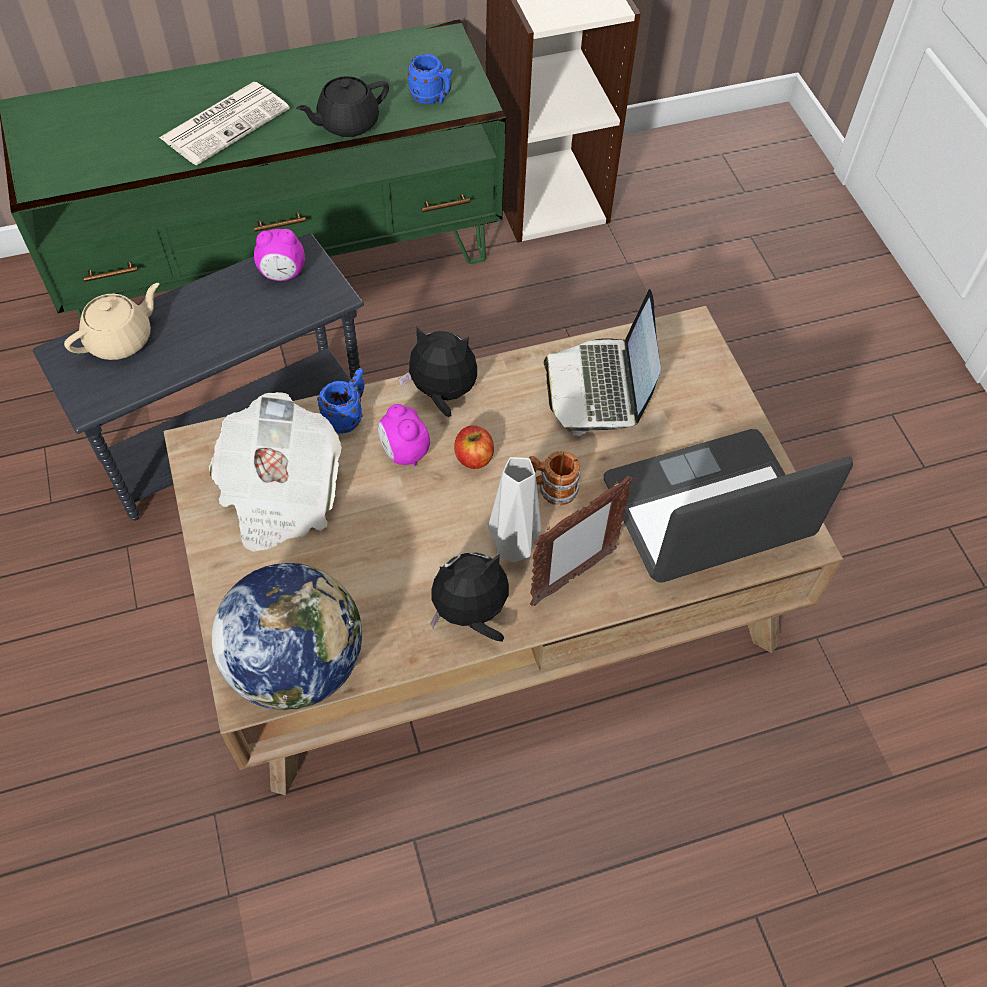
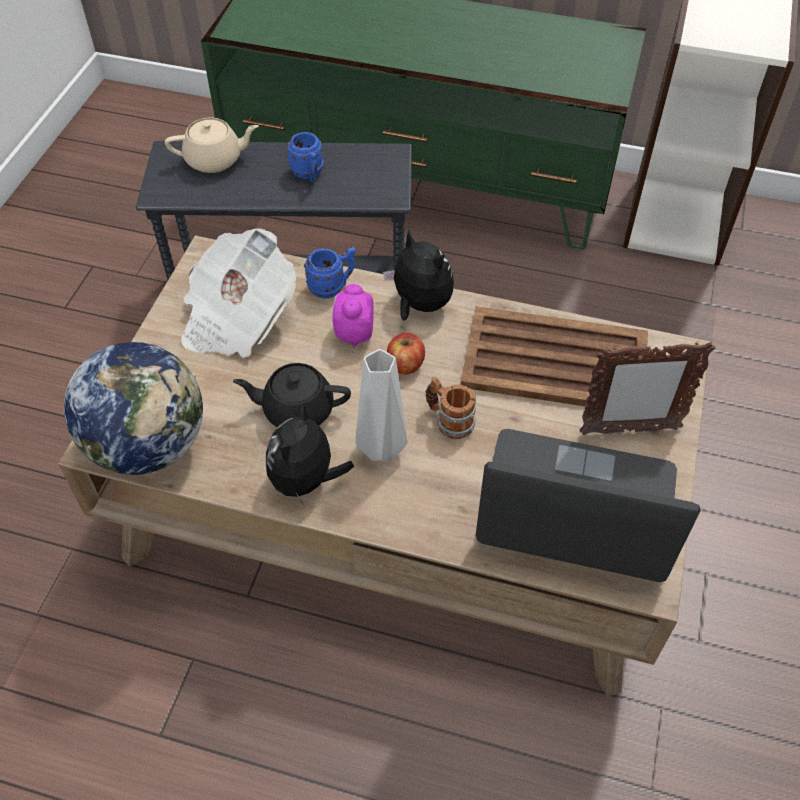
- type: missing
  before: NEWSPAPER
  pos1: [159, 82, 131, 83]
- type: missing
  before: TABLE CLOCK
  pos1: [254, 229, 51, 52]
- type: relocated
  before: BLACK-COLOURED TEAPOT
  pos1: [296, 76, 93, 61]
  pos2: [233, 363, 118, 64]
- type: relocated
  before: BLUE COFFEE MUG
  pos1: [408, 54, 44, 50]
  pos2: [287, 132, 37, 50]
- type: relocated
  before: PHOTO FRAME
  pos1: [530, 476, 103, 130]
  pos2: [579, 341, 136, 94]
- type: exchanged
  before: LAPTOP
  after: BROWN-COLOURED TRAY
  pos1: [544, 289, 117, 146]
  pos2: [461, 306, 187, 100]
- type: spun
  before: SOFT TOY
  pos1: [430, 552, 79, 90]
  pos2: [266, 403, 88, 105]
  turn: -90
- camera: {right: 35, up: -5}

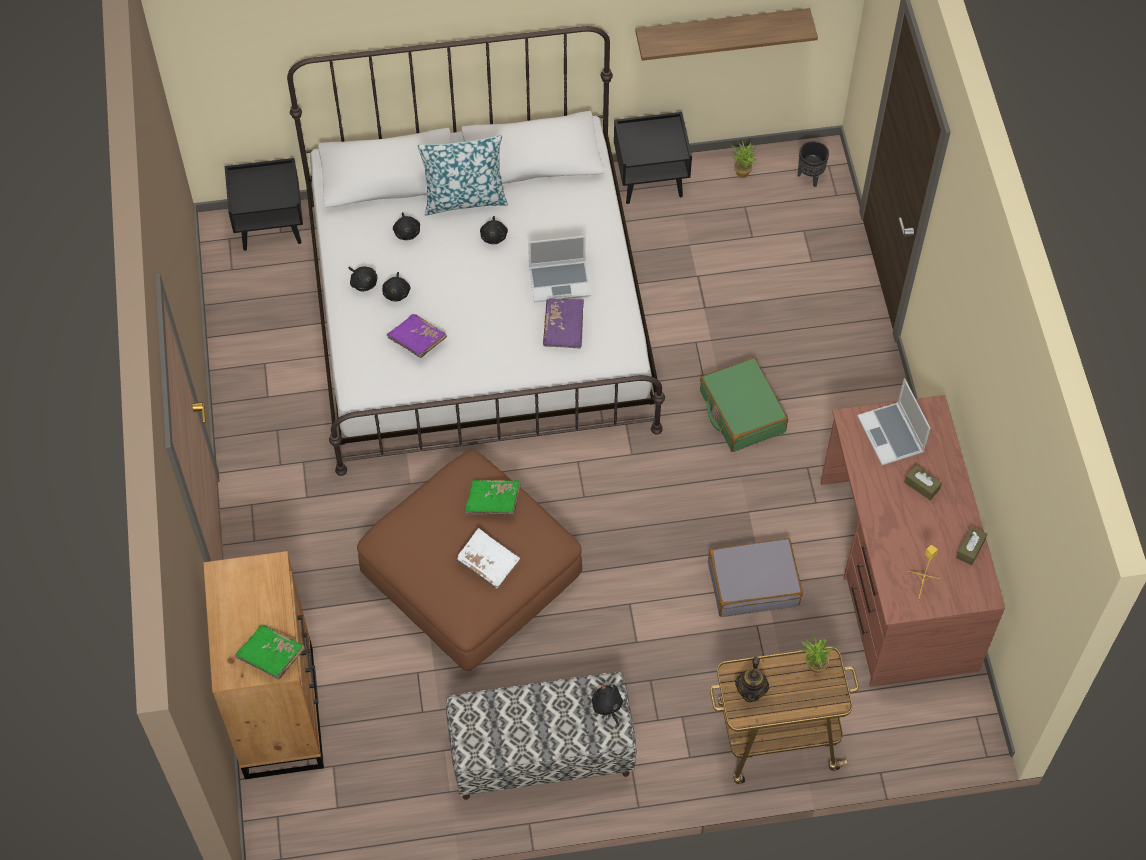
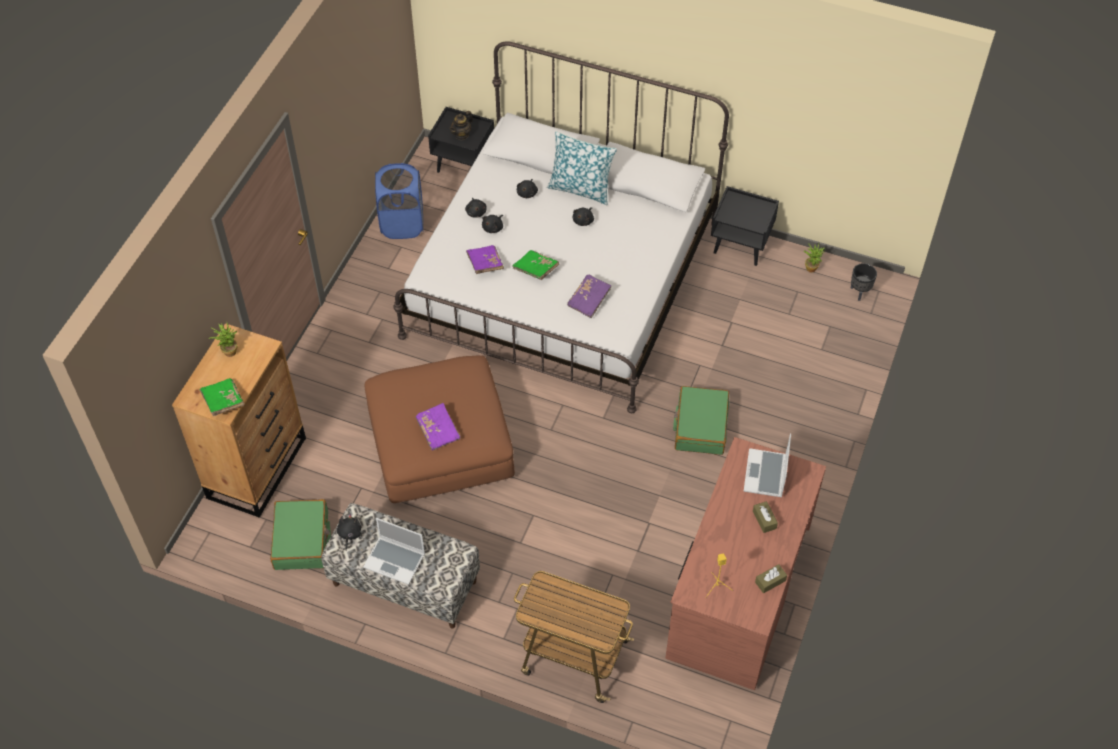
- type: missing
  before: WALL SHELF
  pos1: [635, 8, 183, 53]
- type: missing
  before: GREYISH SUITCASE
  pos1: [708, 538, 95, 79]
- type: appeared
  after: GREENISH SUITCASE
  pos2: [270, 499, 61, 71]
- type: appeared
  after: BLUE WASHING BASKET
  pos2: [375, 163, 48, 76]
- type: relocated
  before: GREENISH BOOK
  pos1: [465, 480, 56, 35]
  pos2: [512, 250, 47, 30]
- type: relocated
  before: LAPTOP
  pos1: [528, 236, 63, 66]
  pos2: [363, 518, 62, 67]
- type: relocated
  before: BLACK-COLOURED SOFT TOY
  pos1: [592, 683, 31, 44]
  pos2: [336, 514, 25, 36]
- type: relocated
  before: TEAPOT
  pos1: [735, 657, 34, 45]
  pos2: [449, 111, 24, 29]
- type: relocated
  before: HOUSEPLANT
  pos1: [798, 635, 36, 38]
  pos2: [209, 323, 28, 34]
- type: colour
  before: WHITE-COLOURED BOOK
  after: PURPLE BOOK
  pos1: [456, 528, 64, 61]
  pos2: [415, 403, 46, 47]
- camera: {right: 30, up: -5}

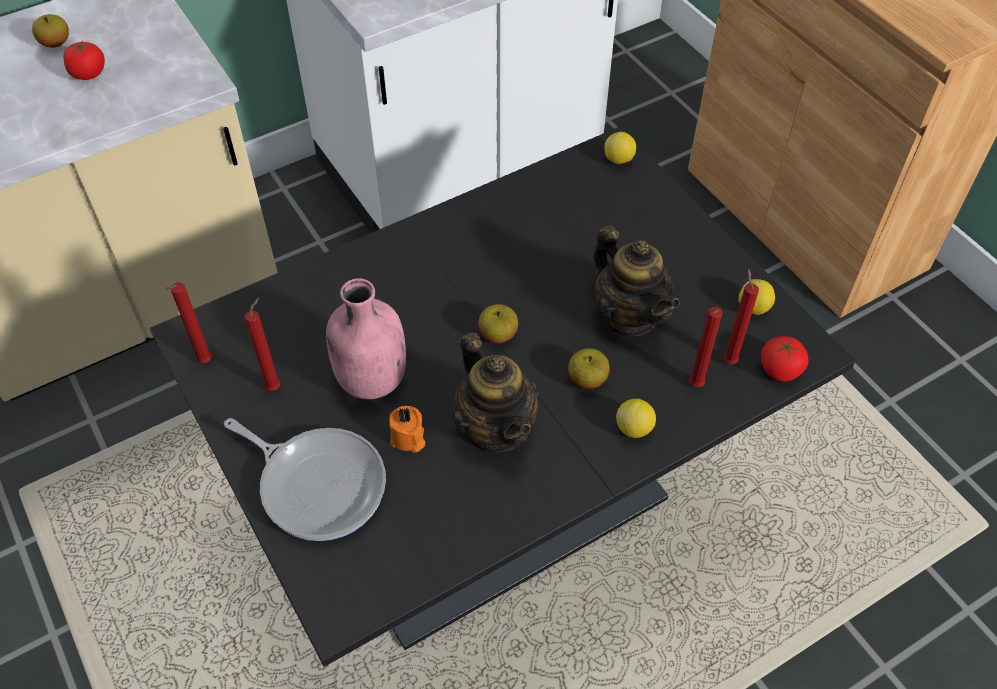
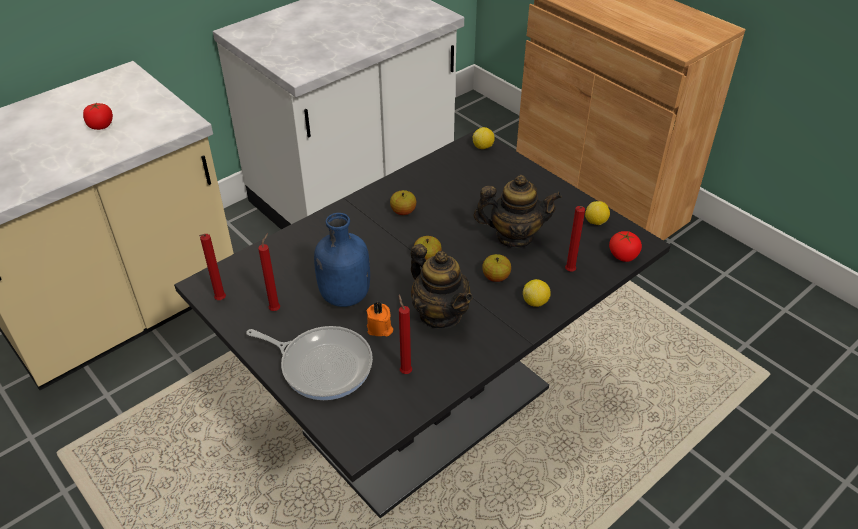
- type: relocated
  before: APPLE FRUIT
  pos1: [32, 14, 37, 34]
  pos2: [390, 190, 26, 25]
- type: relocated
  before: RED-COLOURED WAX CANDLE
  pos1: [723, 269, 36, 95]
  pos2: [399, 295, 13, 79]
- type: colour
  before: PINK DRINK BOTTLE
  after: BLUE DRINK BOTTLE
  pos1: [326, 278, 80, 121]
  pos2: [314, 213, 56, 94]
- type: spun
  before: TEAPOT
  pos1: [593, 225, 87, 111]
  pos2: [474, 175, 88, 73]
  turn: -45
- camera: {right: -10, up: -10}

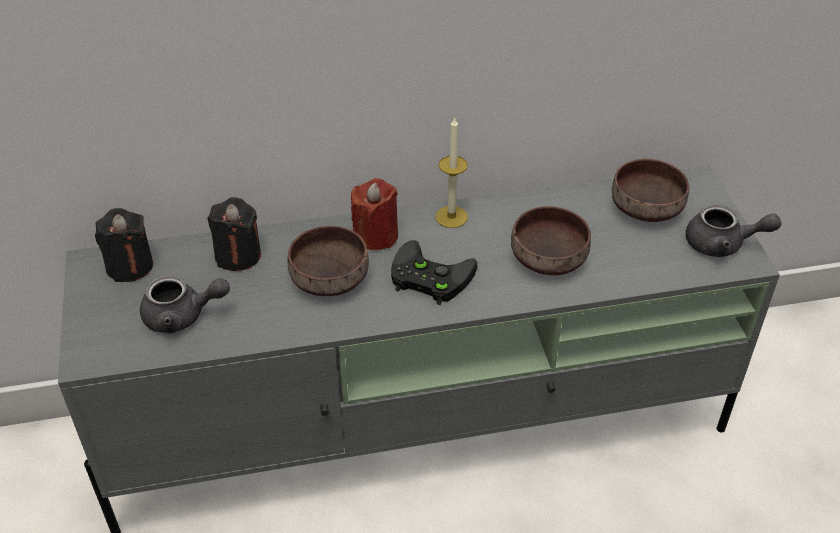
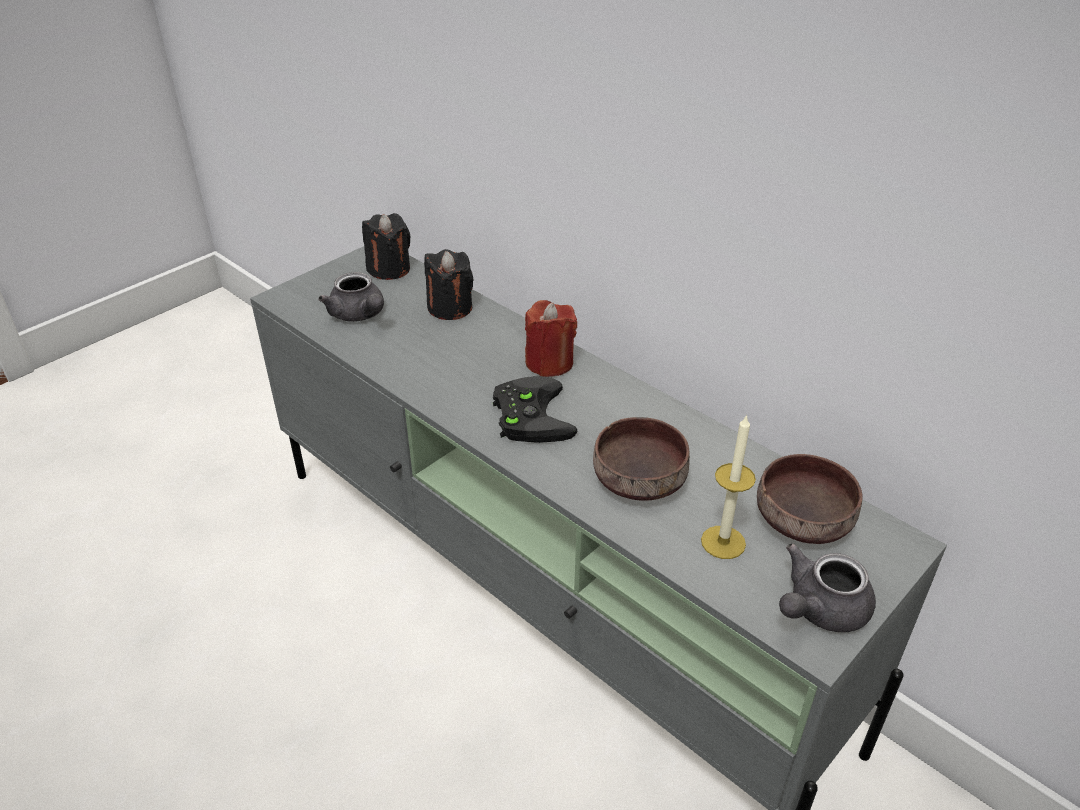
- type: missing
  before: BROWN-COLOURED BOWL
  pos1: [288, 226, 81, 70]
- type: relocated
  before: WAX CANDLE
  pos1: [435, 116, 33, 112]
  pos2: [701, 414, 55, 145]
- type: spun
  before: GREYISH TEAPOT
  pos1: [686, 204, 96, 53]
  pos2: [779, 544, 97, 88]
  turn: 75
- camera: {right: 55, up: -5}

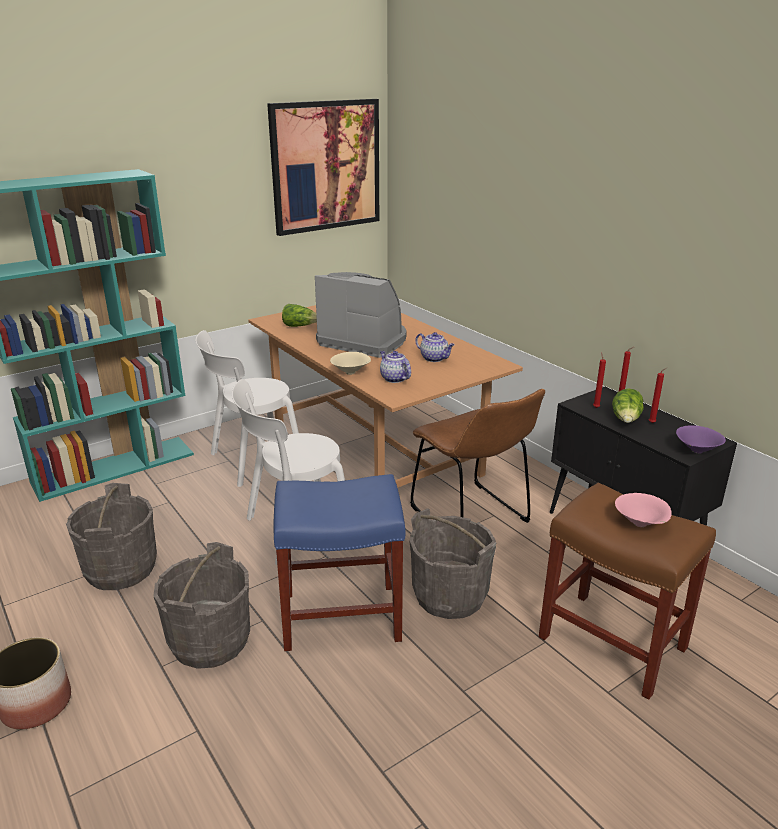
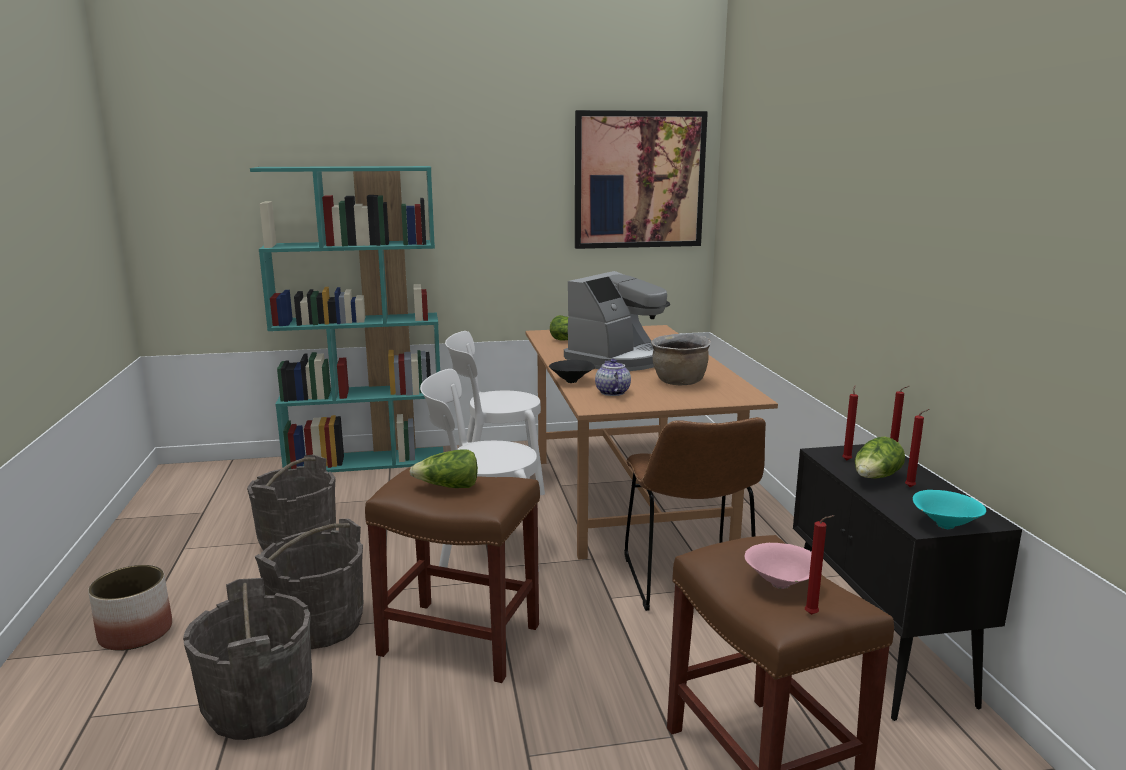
- type: appeared
  after: LETTUCE
  pos2: [409, 449, 69, 39]
- type: appeared
  after: RED-COLOURED WAX CANDLE
  pos2: [805, 515, 29, 100]
- type: relocated
  before: GREYISH WATER BUCKET
  pos1: [409, 508, 87, 111]
  pos2: [183, 578, 129, 162]
- type: exchanged
  before: TEAPOT
  after: BROWN-COLOURED STOCKPOT
  pos1: [415, 332, 39, 30]
  pos2: [651, 334, 60, 51]
- type: colour
  before: BLUE STOOL SEAT
  after: BROWN-COLOURED STOOL SEAT
  pos1: [274, 474, 132, 177]
  pos2: [365, 466, 175, 217]
- type: colour
  before: BEIGE-COLOURED BOWL
  after: BLACK-COLOURED BOWL
  pos1: [330, 352, 41, 23]
  pos2: [549, 360, 46, 23]
- type: colour
  before: PURPLE BOWL
  after: BLUE-GREEN BOWL
  pos1: [676, 425, 50, 29]
  pos2: [913, 490, 73, 39]
- type: spun
  before: COFFEE BREWER
  pos1: [315, 272, 92, 86]
  pos2: [564, 271, 106, 100]
  turn: 75
- camera: {right: 25, up: -10}

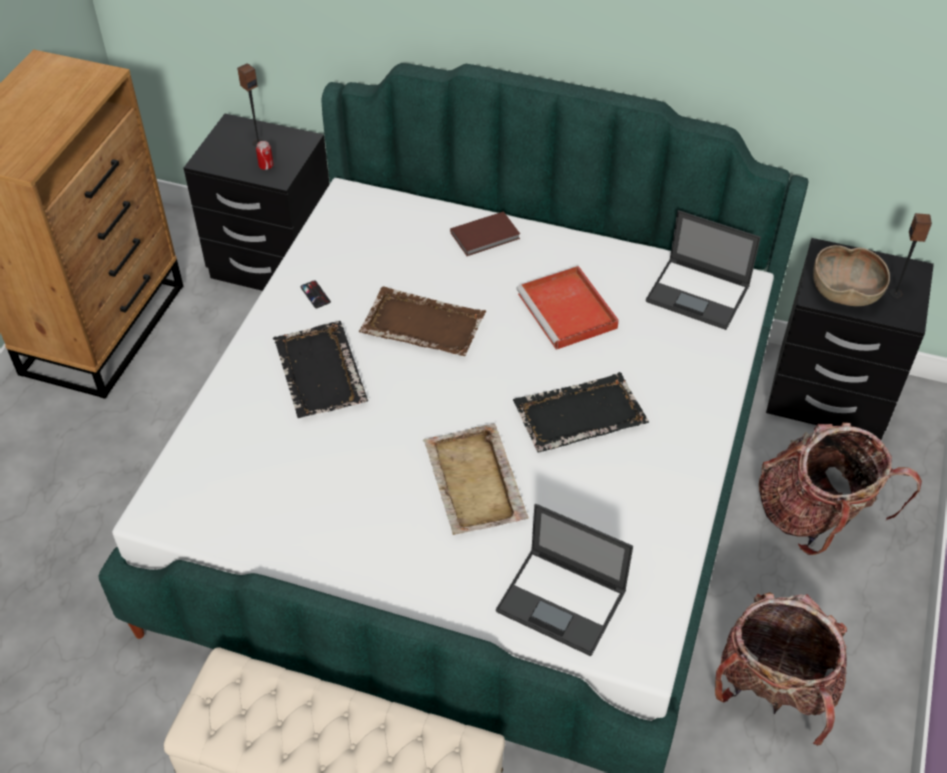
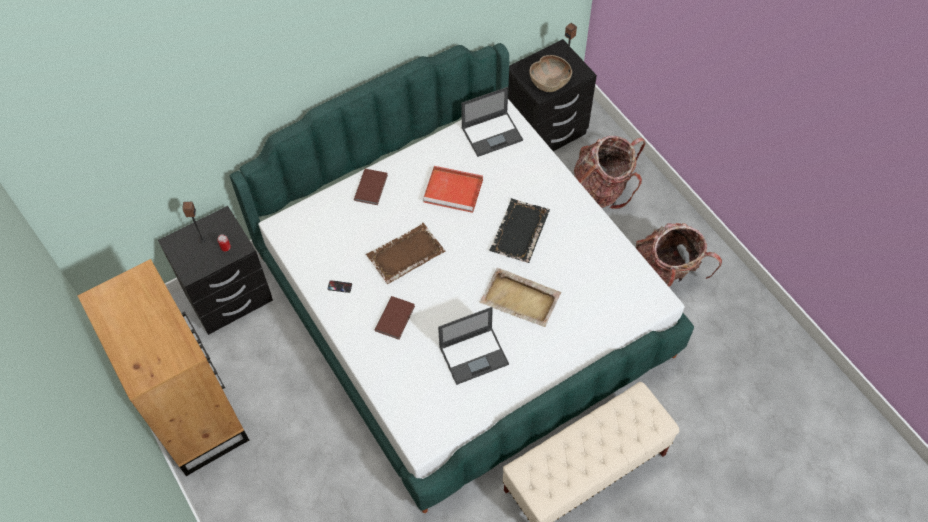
- type: relocated
  before: LAPTOP
  pos1: [496, 504, 137, 152]
  pos2: [438, 307, 71, 78]
- type: exchanged
  before: BLACK-COLOURED TRAY
  after: BROWN-COLOURED BOOK
  pos1: [273, 321, 95, 97]
  pos2: [375, 296, 40, 44]
- camera: {right: -50, up: 10}

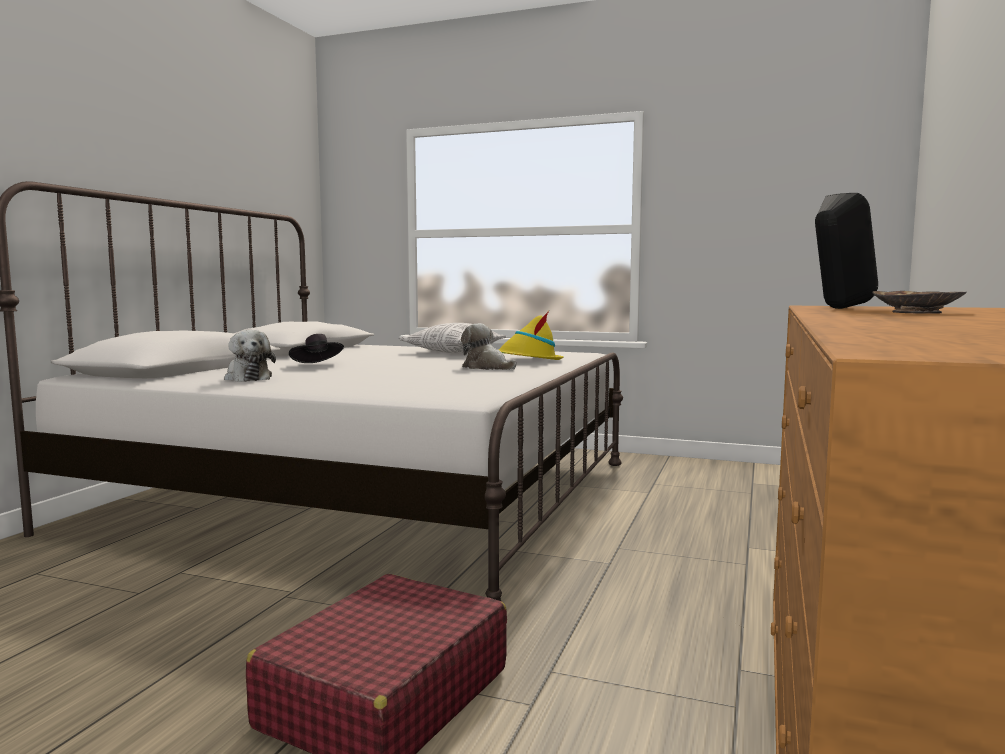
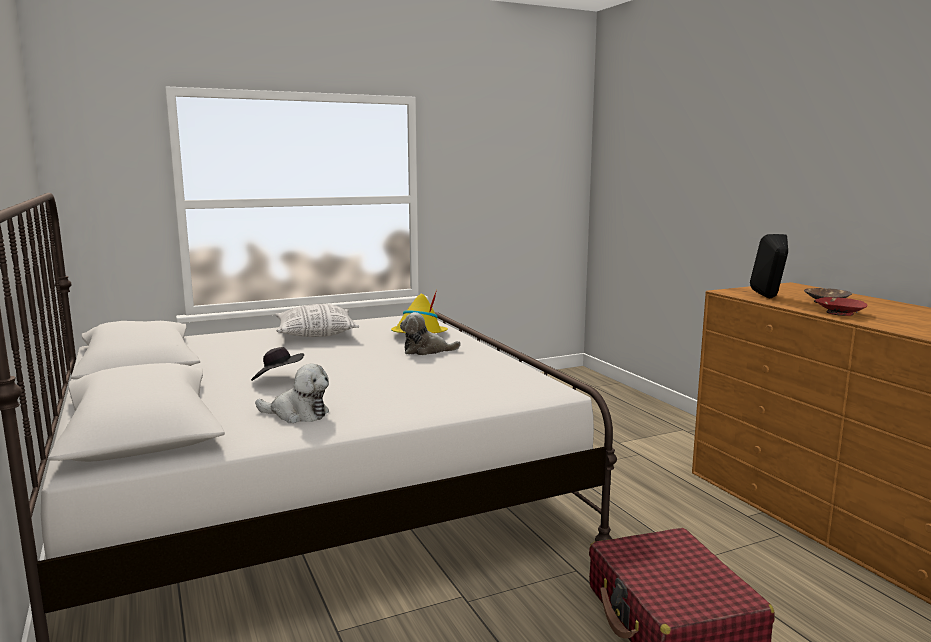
- type: appeared
  after: RED-COLOURED BOWL
  pos2: [816, 297, 52, 19]
- camera: {right: -45, up: 5}

